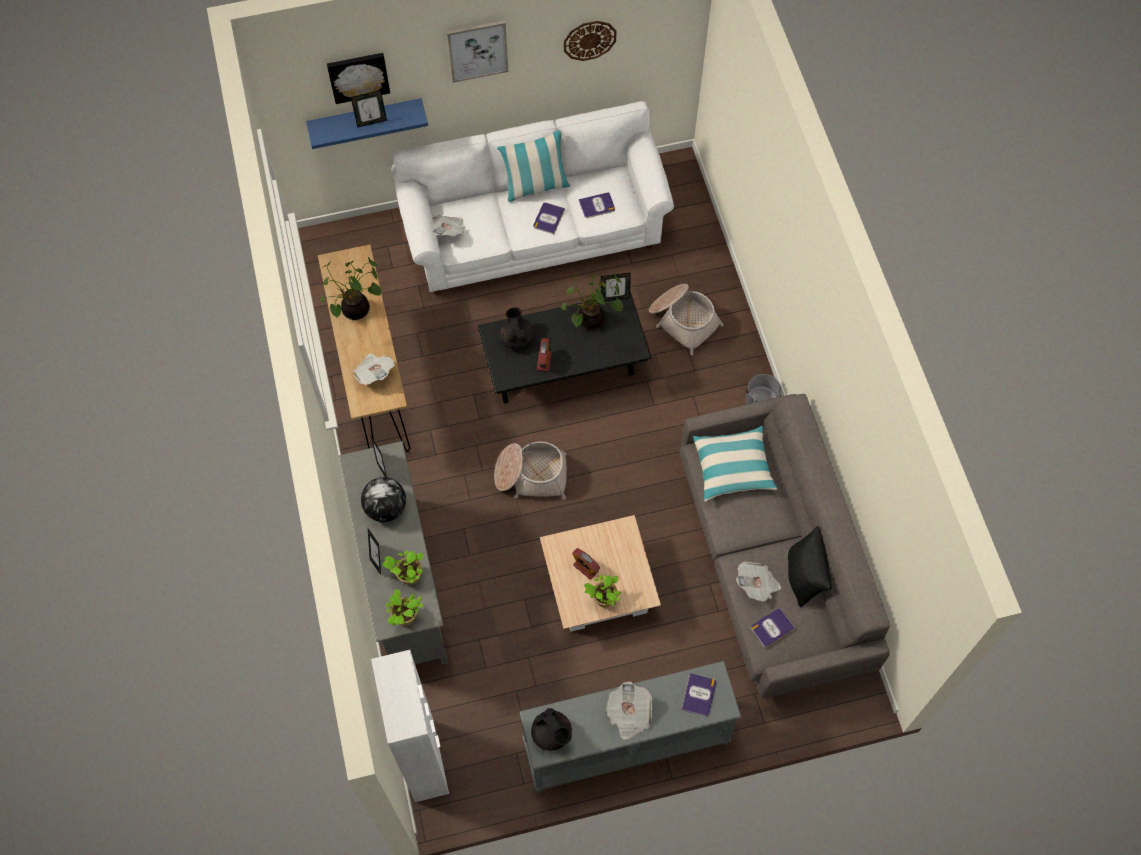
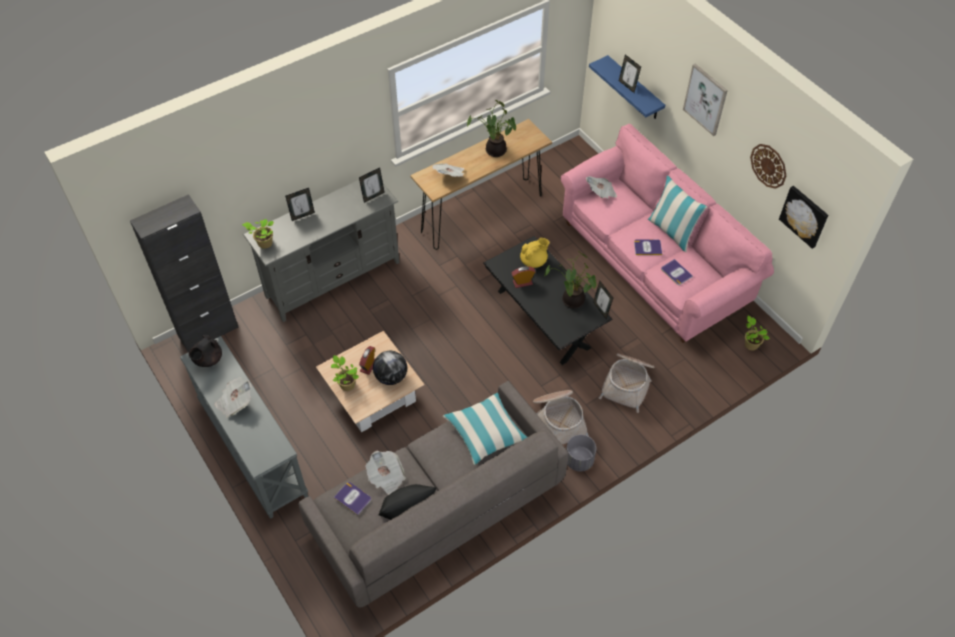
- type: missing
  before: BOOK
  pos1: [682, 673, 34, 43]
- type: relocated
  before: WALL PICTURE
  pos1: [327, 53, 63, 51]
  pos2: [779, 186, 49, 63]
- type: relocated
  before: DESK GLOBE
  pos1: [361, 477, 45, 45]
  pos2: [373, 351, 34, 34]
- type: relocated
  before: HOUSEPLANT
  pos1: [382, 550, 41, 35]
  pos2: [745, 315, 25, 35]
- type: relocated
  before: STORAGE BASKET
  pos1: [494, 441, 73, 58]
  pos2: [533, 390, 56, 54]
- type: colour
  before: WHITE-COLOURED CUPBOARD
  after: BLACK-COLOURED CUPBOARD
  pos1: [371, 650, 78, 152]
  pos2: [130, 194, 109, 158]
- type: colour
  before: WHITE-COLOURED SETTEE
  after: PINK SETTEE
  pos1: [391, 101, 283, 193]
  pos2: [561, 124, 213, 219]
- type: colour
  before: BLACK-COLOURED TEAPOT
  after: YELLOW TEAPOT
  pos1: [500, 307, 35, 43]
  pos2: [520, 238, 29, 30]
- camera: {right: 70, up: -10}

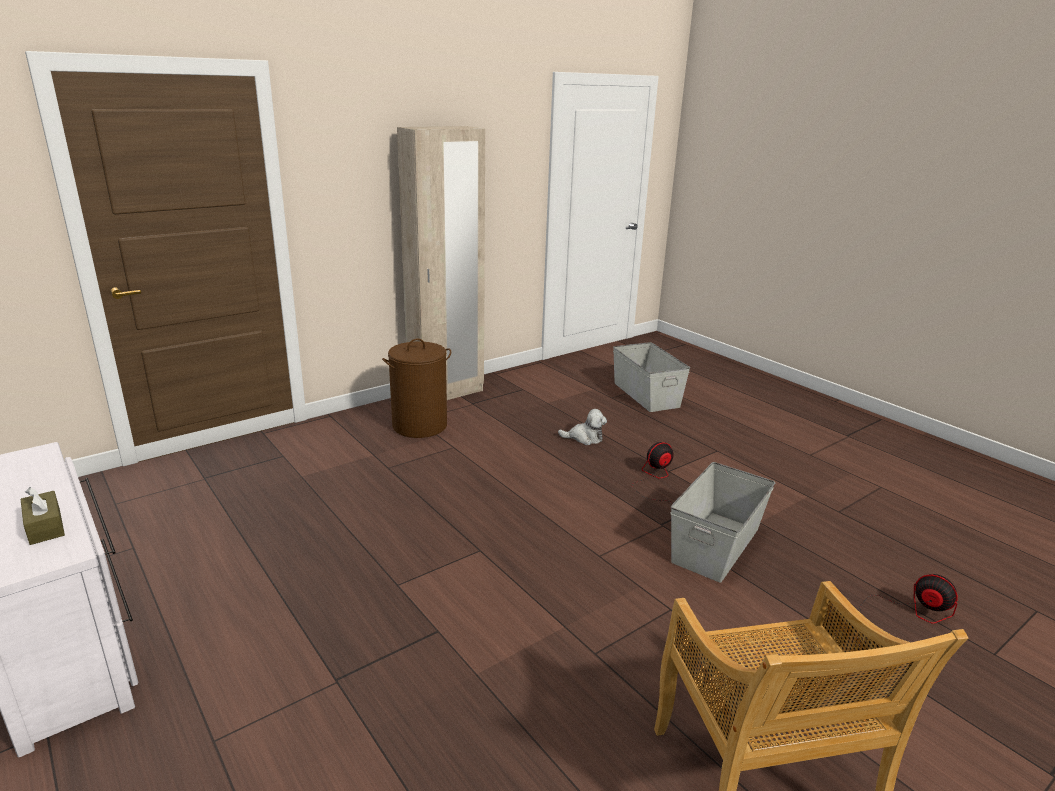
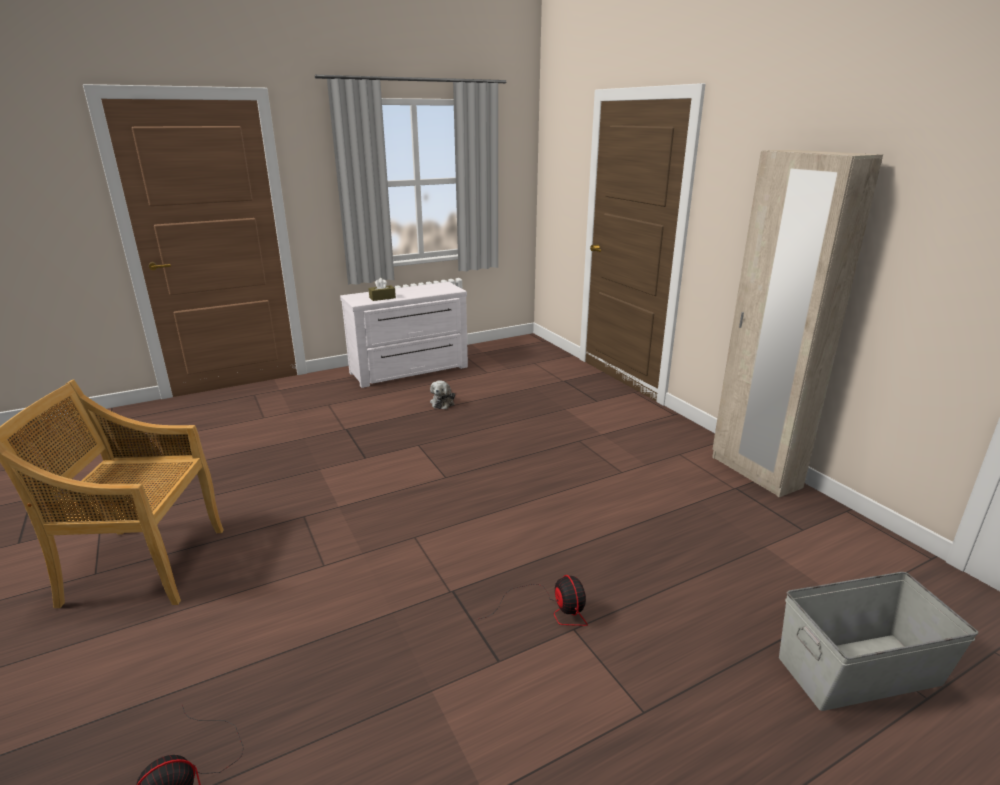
- type: missing
  before: BROWN-COLOURED WASHING BASKET
  pos1: [382, 339, 69, 99]
- type: missing
  before: GREYISH STORAGE BOX
  pos1: [670, 462, 105, 120]
- type: relocated
  before: SOFT TOY
  pos1: [558, 409, 49, 36]
  pos2: [430, 380, 25, 29]
- camera: {right: 100, up: 0}

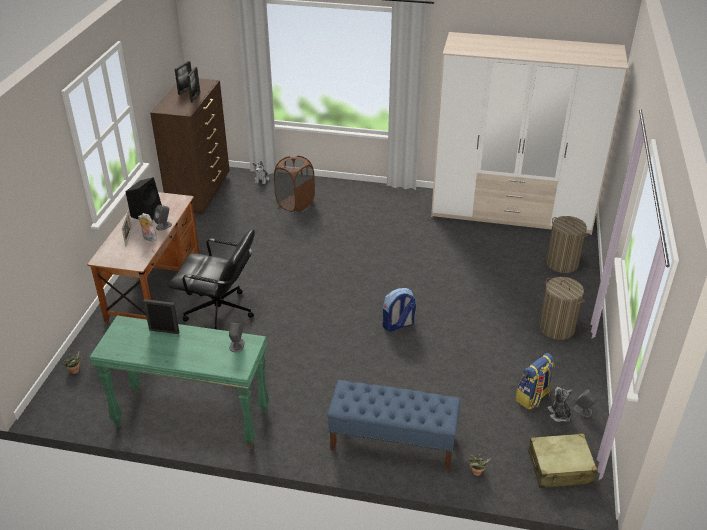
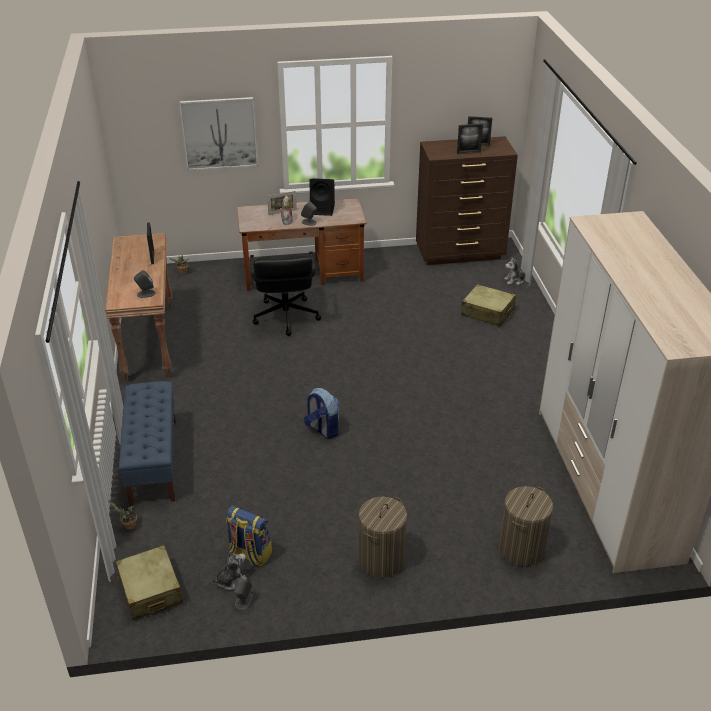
- type: appeared
  after: WALL PICTURE
  pos2: [179, 97, 79, 74]
- type: exchanged
  before: BROWN-COLOURED WASHING BASKET
  after: BEIGE-COLOURED SUITCASE
  pos1: [274, 156, 41, 56]
  pos2: [462, 284, 54, 42]
- type: colour
  before: GREENISH HALL TABLE
  after: BROWN-COLOURED HALL TABLE
  pos1: [89, 316, 180, 133]
  pos2: [105, 233, 67, 148]
- camera: {right: 70, up: 0}

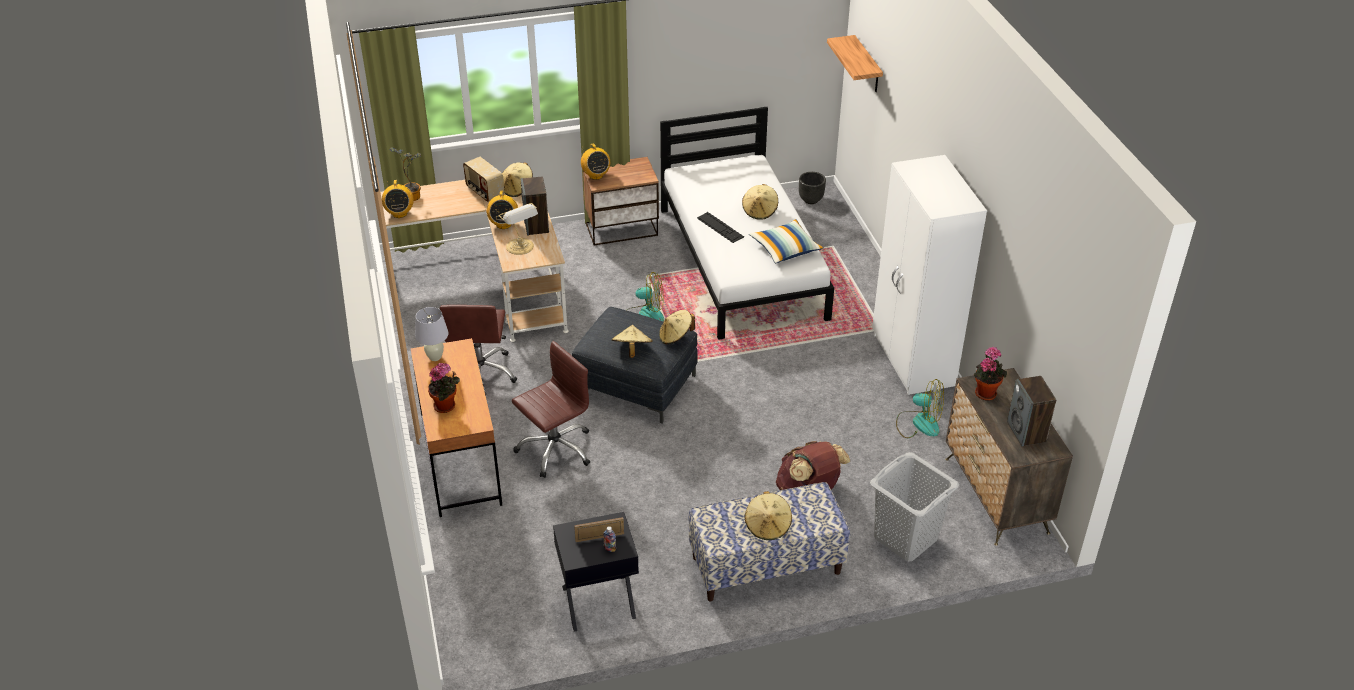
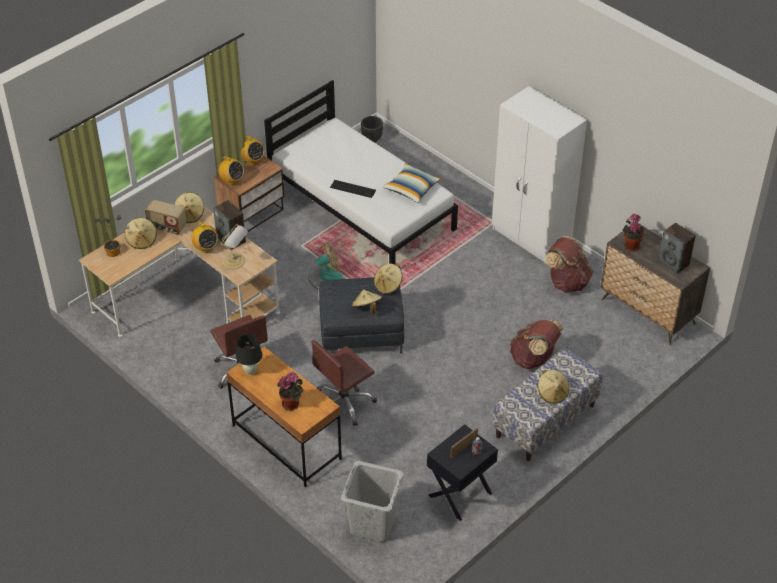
- type: missing
  before: WALL SHELF
  pos1: [827, 35, 56, 57]
- type: relocated
  before: RADIO
  pos1: [382, 180, 32, 38]
  pos2: [241, 136, 23, 29]
- type: relocated
  before: BEIGE-COLOURED CLOTHING HAT
  pos1: [742, 184, 36, 36]
  pos2: [124, 217, 33, 32]
- type: relocated
  before: GREYISH WASHING BASKET
  pos1: [870, 452, 89, 110]
  pos2: [341, 461, 63, 81]
- type: exchanged
  before: FAN
  after: BROWN-COLOURED KNAPSACK
  pos1: [896, 379, 48, 59]
  pos2: [545, 236, 49, 56]
- type: colour
  before: WHITE-COLOURED LAMP FOR A TABLE
  after: BLACK-COLOURED LAMP FOR A TABLE
  pos1: [415, 307, 34, 54]
  pos2: [236, 334, 26, 41]
- type: spun
  before: BROWN-COLOURED COMPUTER CHAIR
  pos1: [512, 341, 78, 137]
  pos2: [311, 340, 66, 86]
  turn: -150
- camera: {right: -30, up: 5}

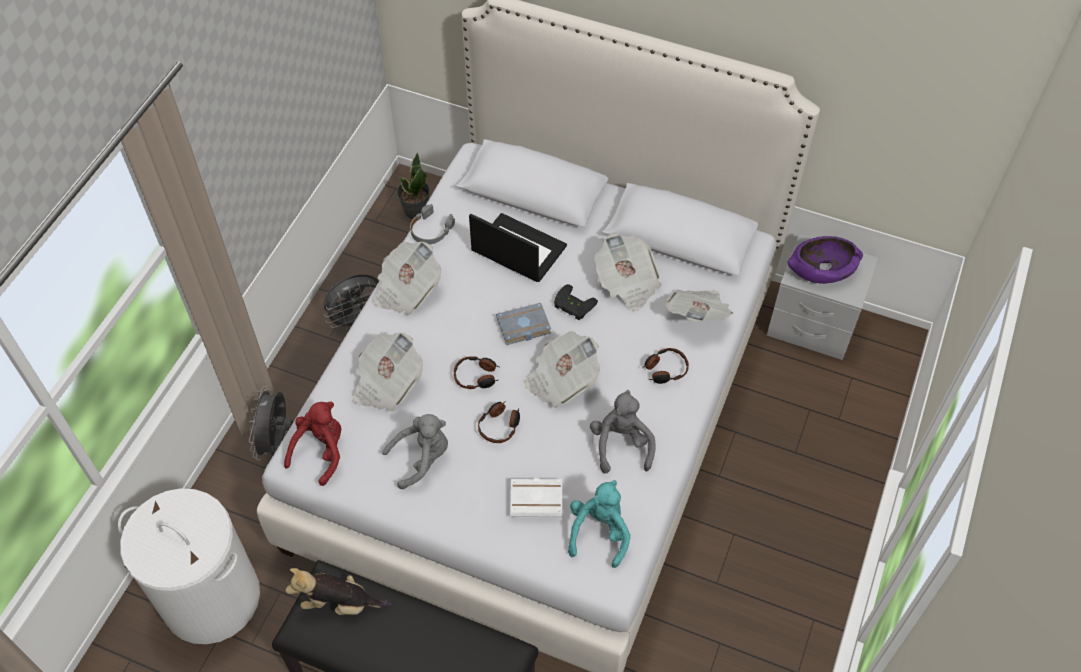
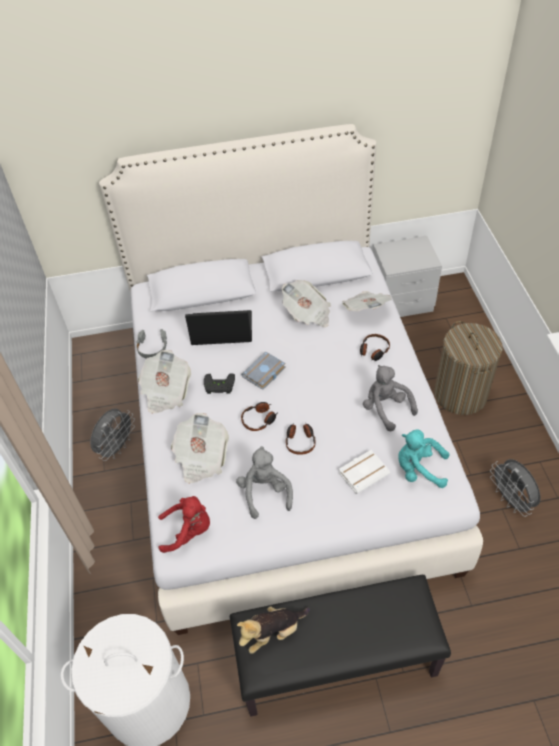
- type: missing
  before: HOUSEPLANT
  pos1: [397, 153, 33, 66]
- type: missing
  before: NEWSPAPER
  pos1: [525, 331, 75, 77]
- type: missing
  before: PURPLE BOWL
  pos1: [787, 236, 76, 48]
- type: appeared
  after: WASHING BASKET
  pos2: [435, 321, 68, 94]
- type: relocated
  before: GREYISH FAN
  pos1: [249, 386, 44, 74]
  pos2: [490, 459, 51, 58]
- type: relocated
  before: BLACK-COLOURED GAME CONTROLLER
  pos1: [554, 284, 44, 36]
  pos2: [204, 373, 31, 21]
- type: spun
  before: RED-COLOURED SOFT TOY
  pos1: [284, 402, 57, 84]
  pos2: [158, 496, 52, 57]
  turn: 90
- type: spun
  before: GREYISH SOFT TOY
  pos1: [382, 414, 66, 75]
  pos2: [236, 446, 57, 73]
  turn: -45
- type: spun
  before: BLUE-GREEN SOFT TOY
  pos1: [568, 480, 62, 88]
  pos2: [398, 429, 52, 59]
  turn: -60
- camera: {right: -30, up: -5}

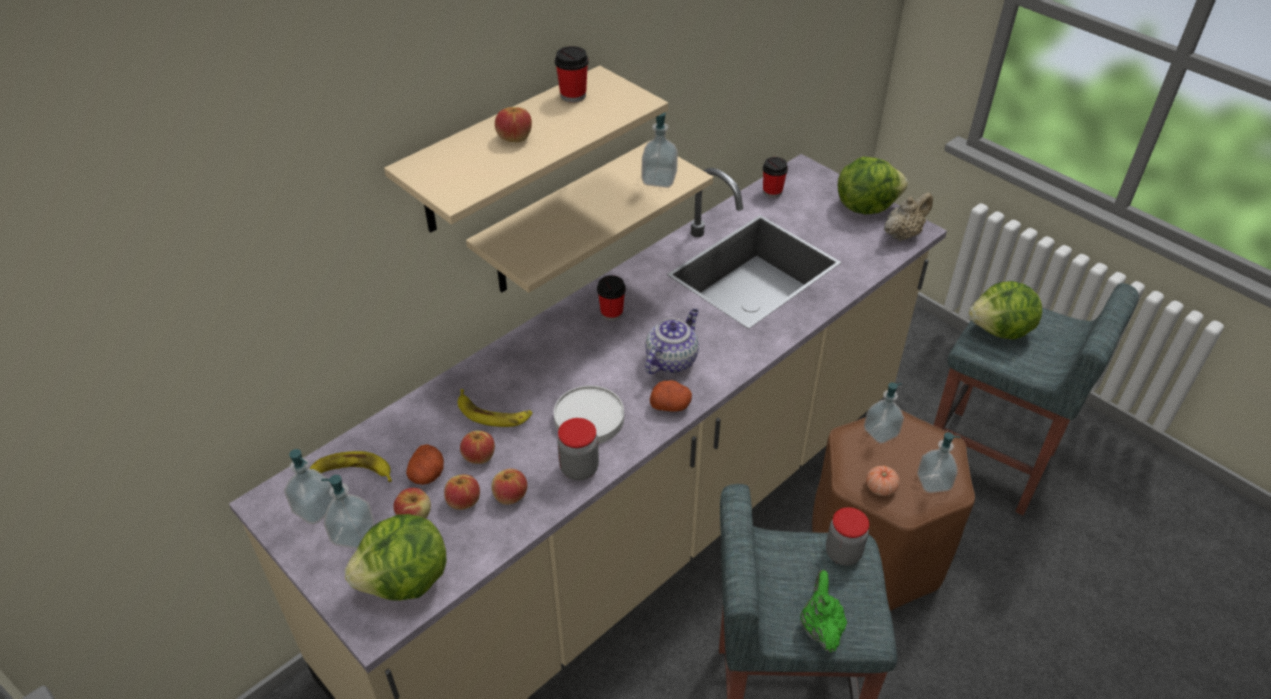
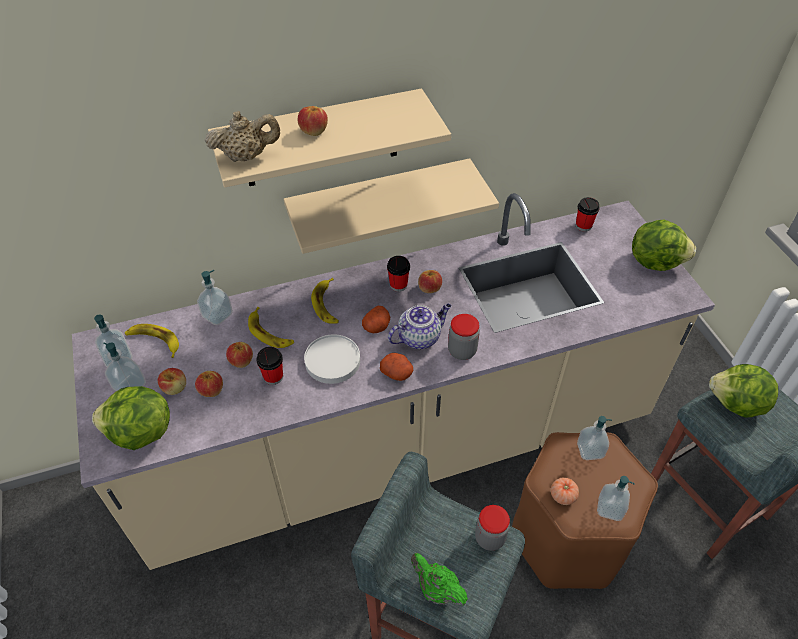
- type: appeared
  after: BANANA
  pos2: [311, 278, 28, 46]
- type: relocated
  before: WHOLE POTATO
  pos1: [406, 444, 38, 41]
  pos2: [362, 306, 28, 27]
- type: relocated
  before: APPLE FRUIT
  pos1: [492, 469, 35, 36]
  pos2: [418, 270, 24, 23]
- type: relocated
  before: SMALL CUP
  pos1: [555, 46, 34, 56]
  pos2: [256, 347, 27, 38]
- type: relocated
  before: PRESERVE JAR
  pos1: [557, 418, 42, 62]
  pos2: [448, 314, 32, 46]
- type: relocated
  before: SOAP DISPENSER
  pos1: [642, 112, 36, 76]
  pos2: [197, 270, 36, 55]
- type: relocated
  before: BEIGE-COLOURED TEAPOT
  pos1: [884, 192, 49, 49]
  pos2: [205, 111, 75, 51]
- type: spun
  before: GREENISH TEAPOT
  pos1: [800, 570, 47, 83]
  pos2: [411, 553, 57, 53]
  turn: -75
- camera: {right: 25, up: 5}

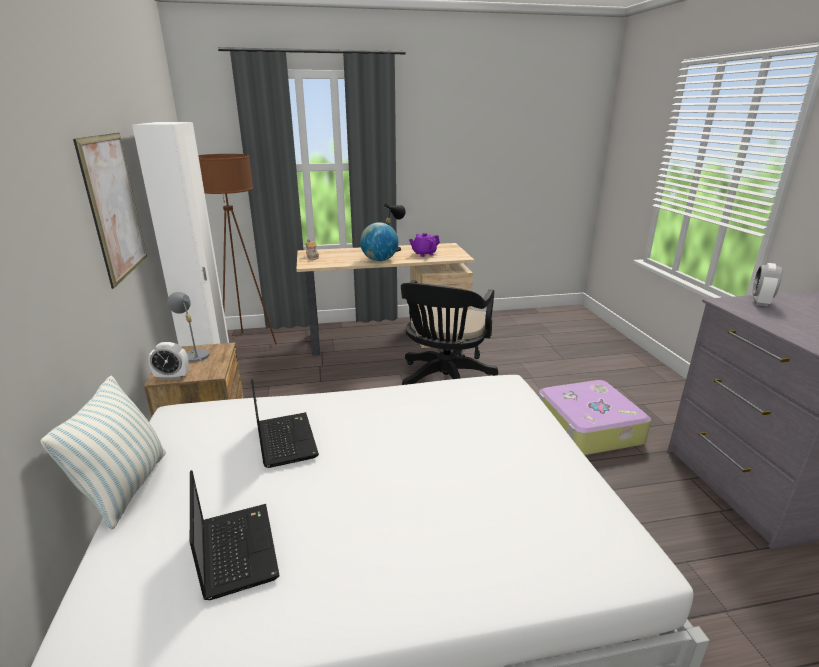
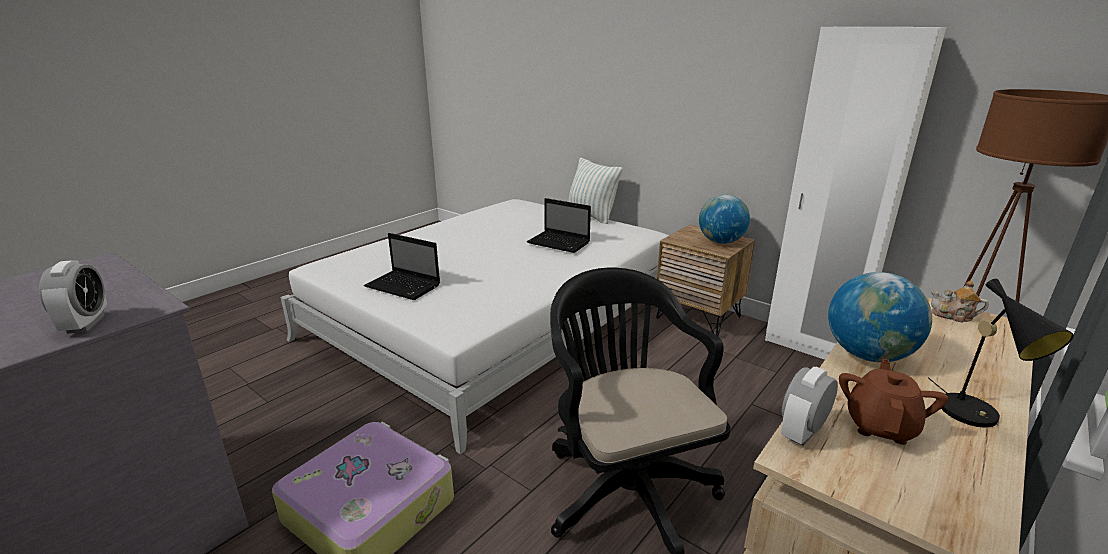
- type: missing
  before: WALL PICTURE
  pos1: [73, 133, 74, 156]
- type: relocated
  before: TABLE CLOCK
  pos1: [148, 342, 41, 38]
  pos2: [781, 367, 57, 79]
- type: relocated
  before: LAPTOP
  pos1: [190, 470, 90, 130]
  pos2: [364, 233, 76, 67]
- type: exchanged
  before: GREYISH LAMP FOR A TABLE
  after: DESK GLOBE
  pos1: [167, 292, 43, 74]
  pos2: [699, 195, 51, 49]
- type: colour
  before: PURPLE TEAPOT
  after: BROWN-COLOURED TEAPOT
  pos1: [409, 233, 31, 24]
  pos2: [839, 359, 109, 86]
- camera: {right: 140, up: 0}

